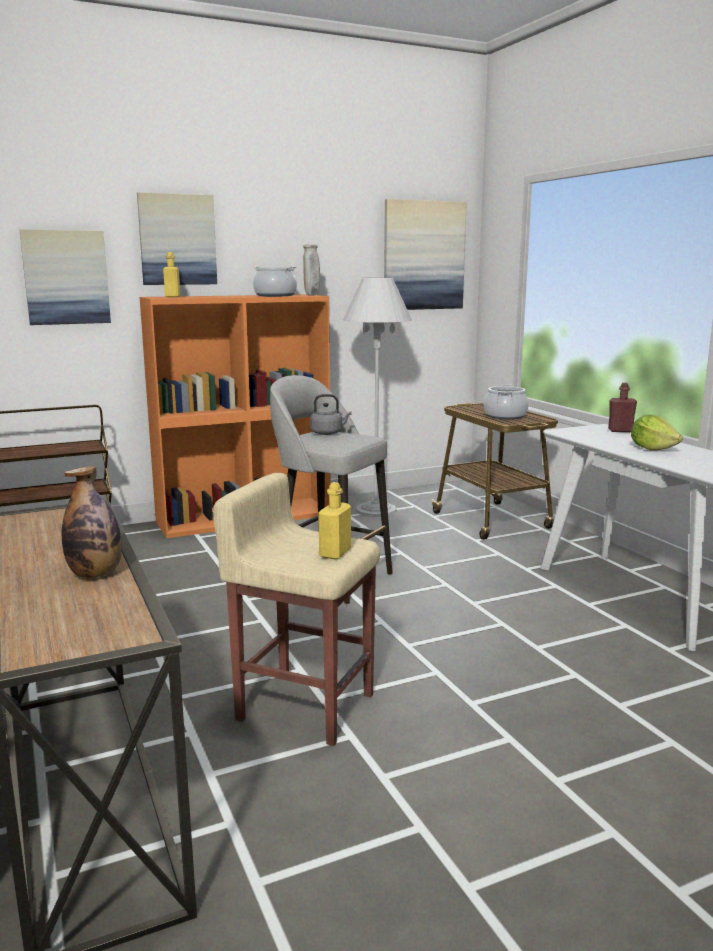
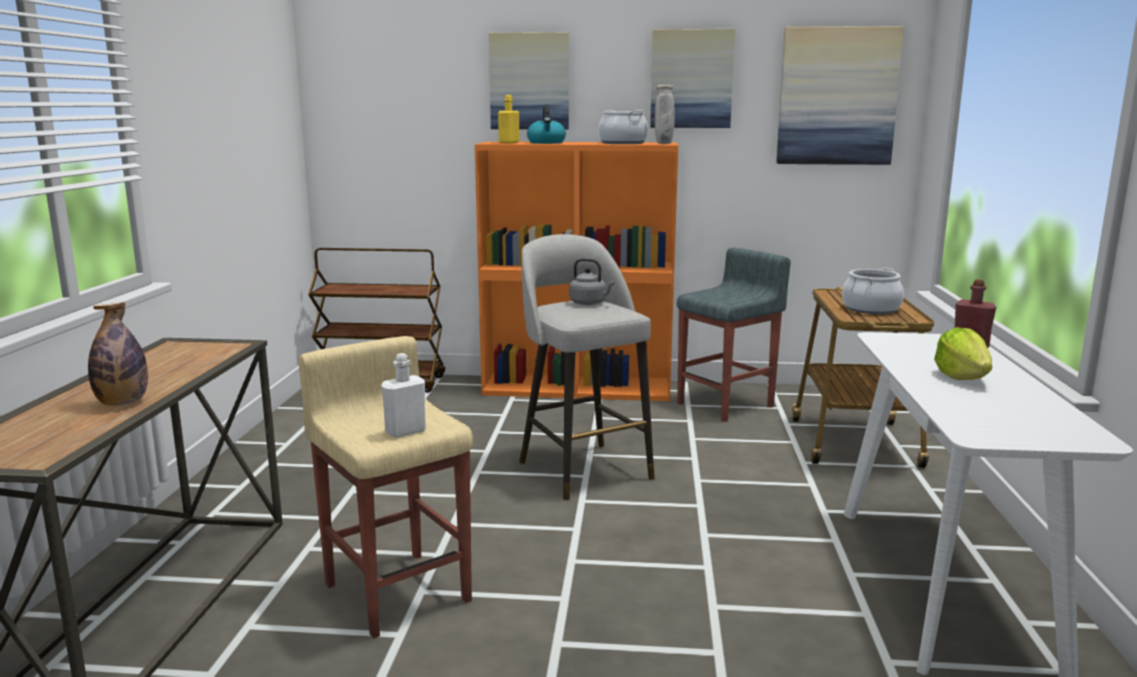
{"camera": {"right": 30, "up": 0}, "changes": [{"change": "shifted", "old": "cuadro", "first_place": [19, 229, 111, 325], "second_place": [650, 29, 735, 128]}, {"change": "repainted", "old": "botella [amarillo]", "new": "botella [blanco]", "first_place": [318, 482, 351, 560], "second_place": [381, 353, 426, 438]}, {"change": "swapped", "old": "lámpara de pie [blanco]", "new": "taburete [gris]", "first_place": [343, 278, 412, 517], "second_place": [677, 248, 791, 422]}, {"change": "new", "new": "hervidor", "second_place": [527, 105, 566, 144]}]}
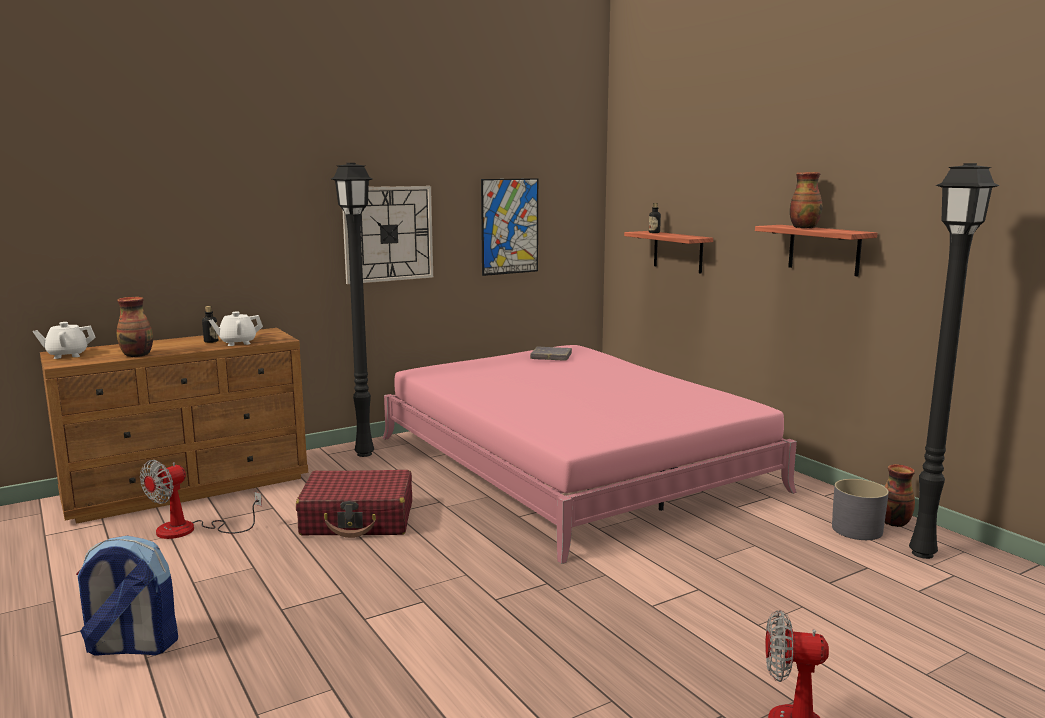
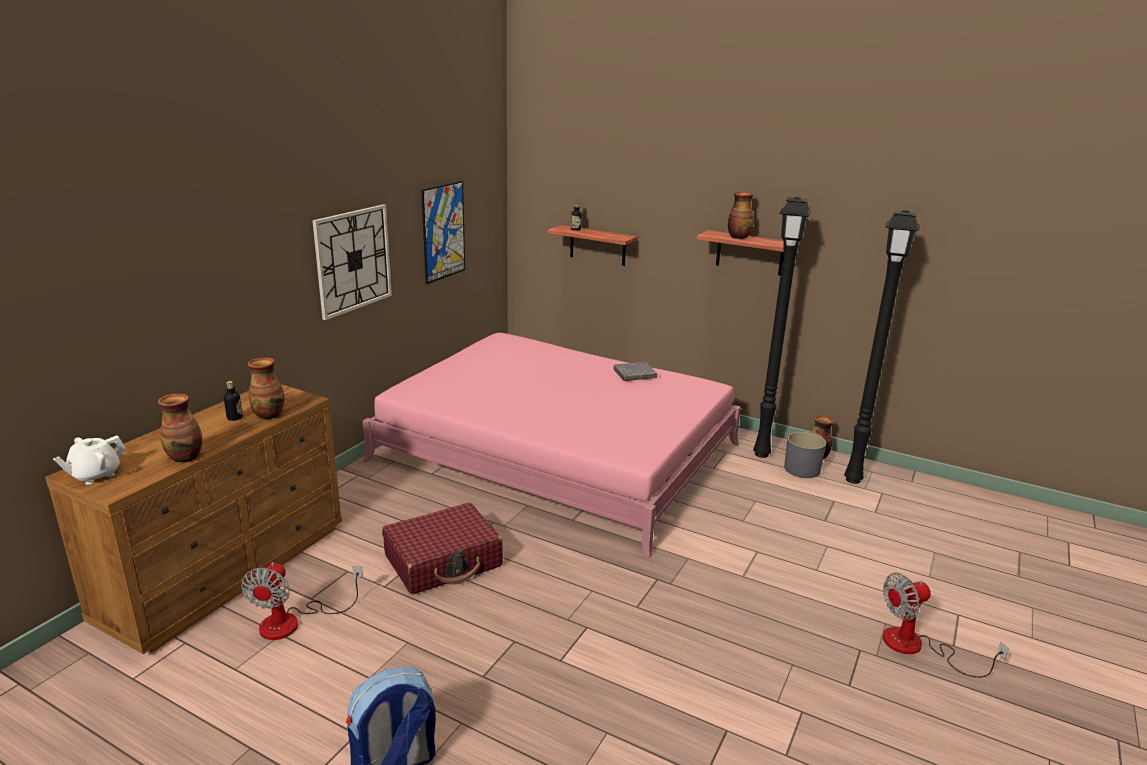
{"camera": {"right": -30, "up": 10}, "changes": [{"change": "swapped", "old": "tetera [blanco]", "new": "florero", "first_place": [209, 312, 263, 346], "second_place": [248, 358, 284, 419]}, {"change": "shifted", "old": "lámpara de pie [negro]", "first_place": [331, 163, 374, 457], "second_place": [753, 196, 811, 458]}, {"change": "shifted", "old": "libro [gris]", "first_place": [530, 347, 572, 361], "second_place": [613, 362, 657, 381]}]}
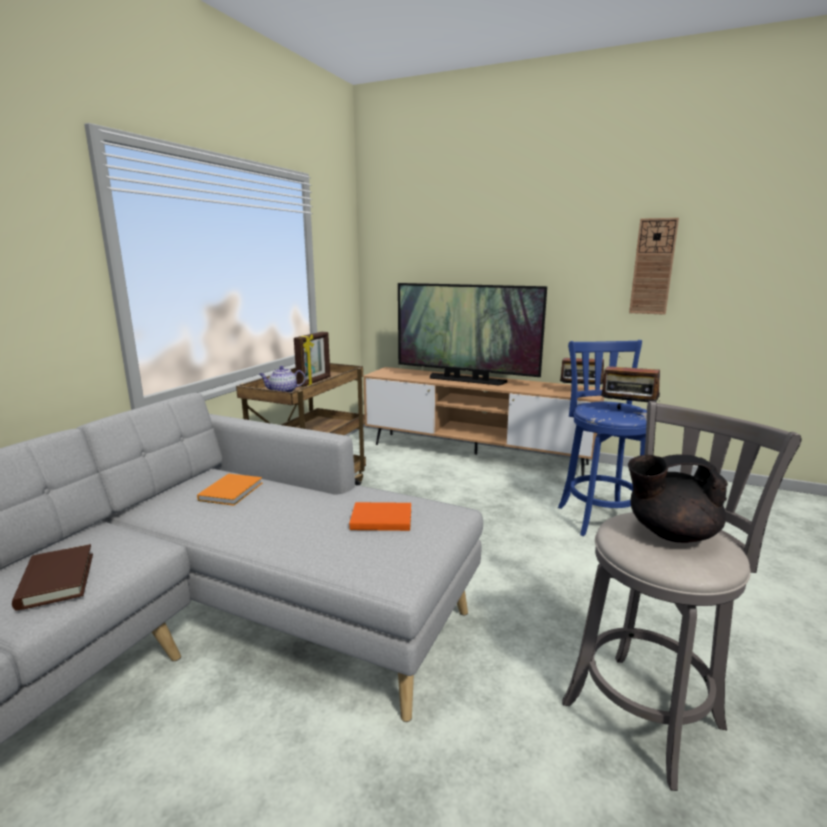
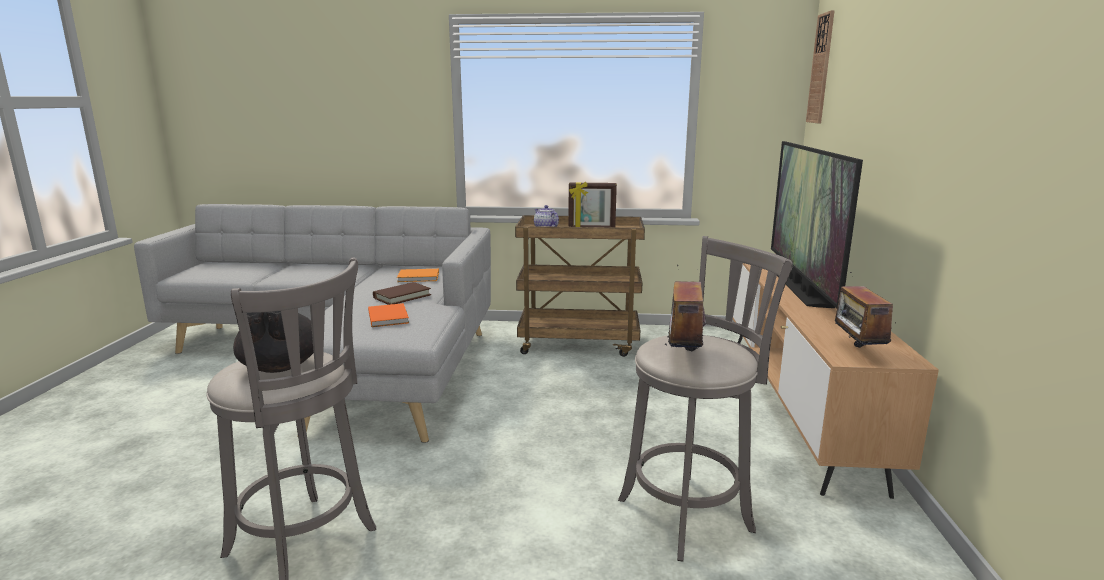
{"camera": {"right": 70, "up": 0}, "changes": [{"change": "shifted", "old": "libro [marrón]", "first_place": [12, 544, 93, 611], "second_place": [373, 282, 431, 305]}, {"change": "repainted", "old": "taburete [azul]", "new": "taburete [gris]", "first_place": [558, 340, 647, 536], "second_place": [618, 236, 793, 562]}, {"change": "shifted", "old": "reloj de pared", "first_place": [629, 218, 679, 315], "second_place": [806, 10, 835, 123]}]}
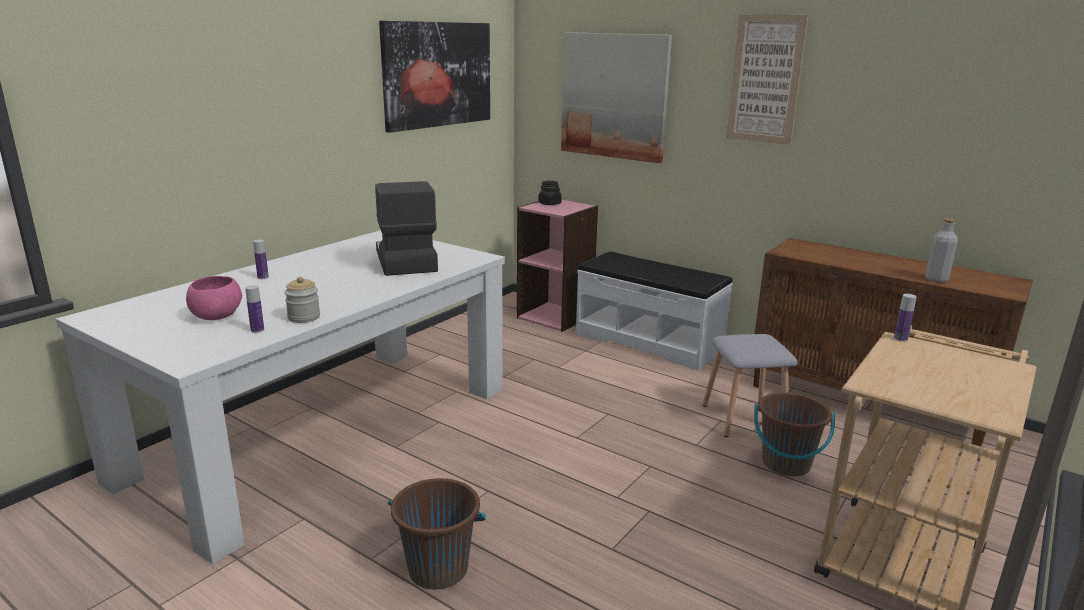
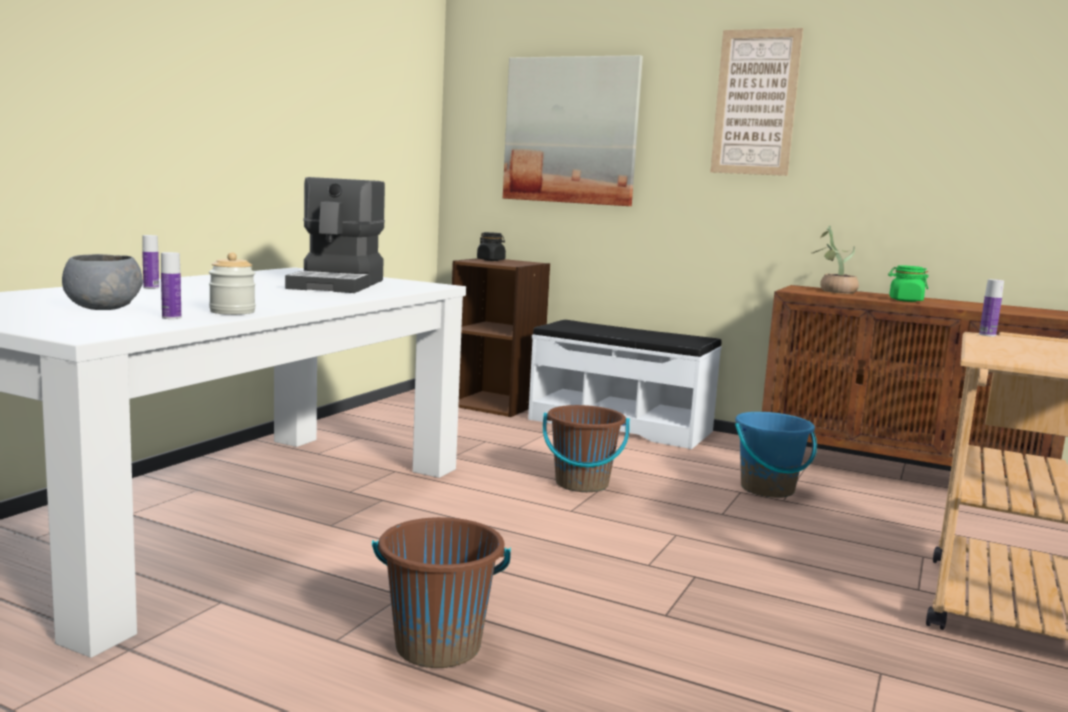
{"camera": {"right": -10, "up": -10}, "changes": [{"change": "repainted", "old": "cuenco [rosa]", "new": "cuenco [gris]", "first_place": [186, 276, 242, 320], "second_place": [62, 254, 143, 310]}, {"change": "rotated", "old": "cafetera", "first_place": [375, 181, 438, 276], "second_place": [285, 177, 385, 293], "degrees": -150}, {"change": "gone", "old": "cuadro", "first_place": [379, 21, 490, 133]}, {"change": "repainted", "old": "estantería [rosa]", "new": "estantería [marrón]", "first_place": [517, 200, 598, 332], "second_place": [452, 258, 550, 417]}, {"change": "swapped", "old": "taburete [gris]", "new": "cubo [azul]", "first_place": [702, 334, 798, 437], "second_place": [735, 412, 817, 498]}, {"change": "shifted", "old": "cubo [marrón]", "first_place": [754, 392, 835, 476], "second_place": [543, 405, 630, 492]}, {"change": "gone", "old": "botella [gris]", "first_place": [925, 219, 958, 283]}, {"change": "new", "new": "planta en maceta", "second_place": [813, 226, 859, 294]}, {"change": "new", "new": "tarro [verde]", "second_place": [888, 265, 929, 302]}]}
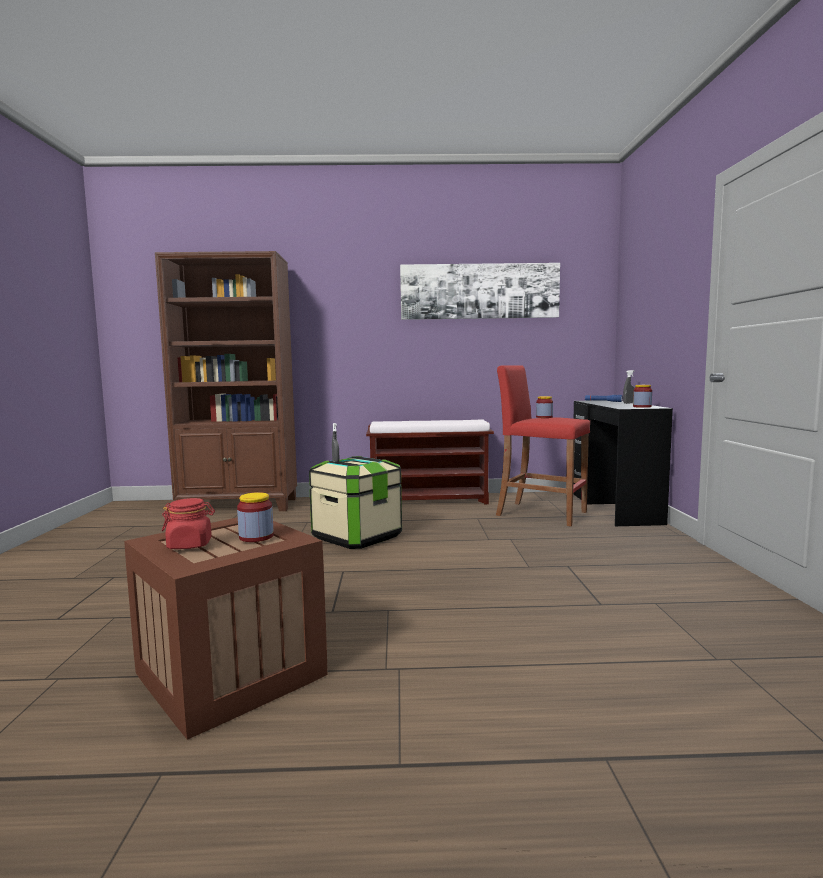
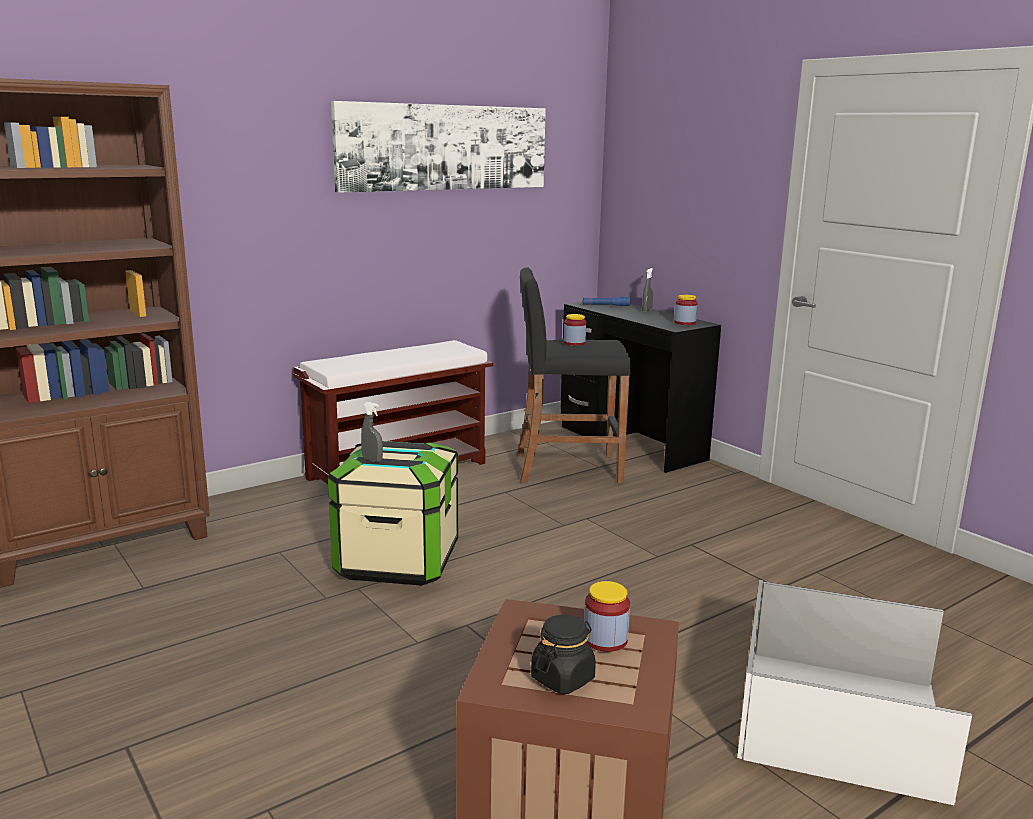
{"camera": {"right": -35, "up": 10}, "changes": [{"change": "repainted", "old": "tarro [rojo]", "new": "tarro [negro]", "first_place": [162, 498, 215, 549], "second_place": [531, 615, 596, 694]}, {"change": "repainted", "old": "taburete [rojo]", "new": "taburete [negro]", "first_place": [496, 365, 590, 526], "second_place": [517, 267, 632, 483]}, {"change": "new", "new": "caja de almacenaje [blanco]", "second_place": [737, 580, 972, 805]}]}
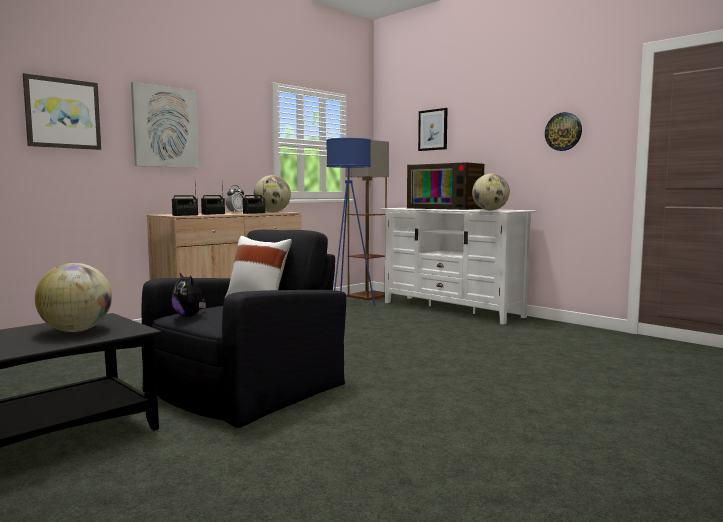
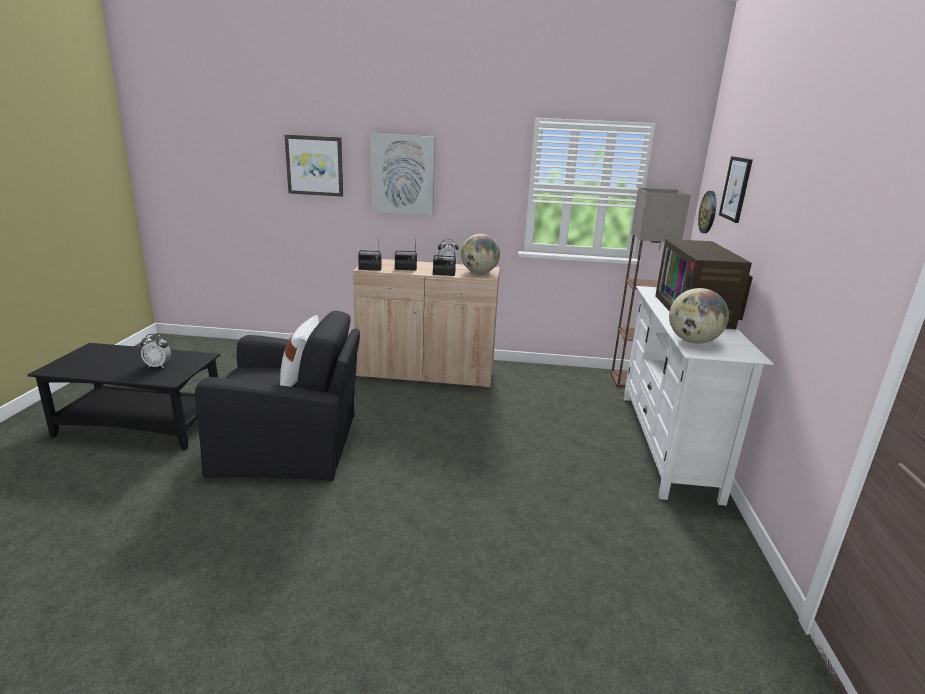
{"camera": {"right": 50, "up": 15}, "changes": [{"change": "swapped", "old": "globo terráqueo", "new": "despertador", "first_place": [35, 263, 112, 332], "second_place": [140, 334, 171, 368]}, {"change": "gone", "old": "peluche", "first_place": [172, 273, 206, 317]}, {"change": "gone", "old": "lámpara de pie [azul]", "first_place": [326, 138, 375, 306]}, {"change": "shifted", "old": "reloj de pared", "first_place": [545, 112, 582, 151], "second_place": [698, 191, 716, 233]}]}
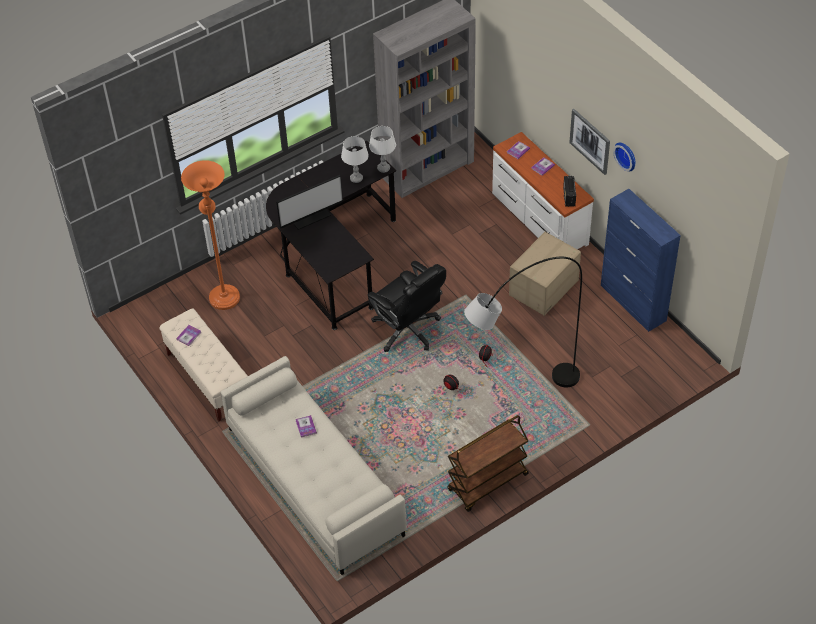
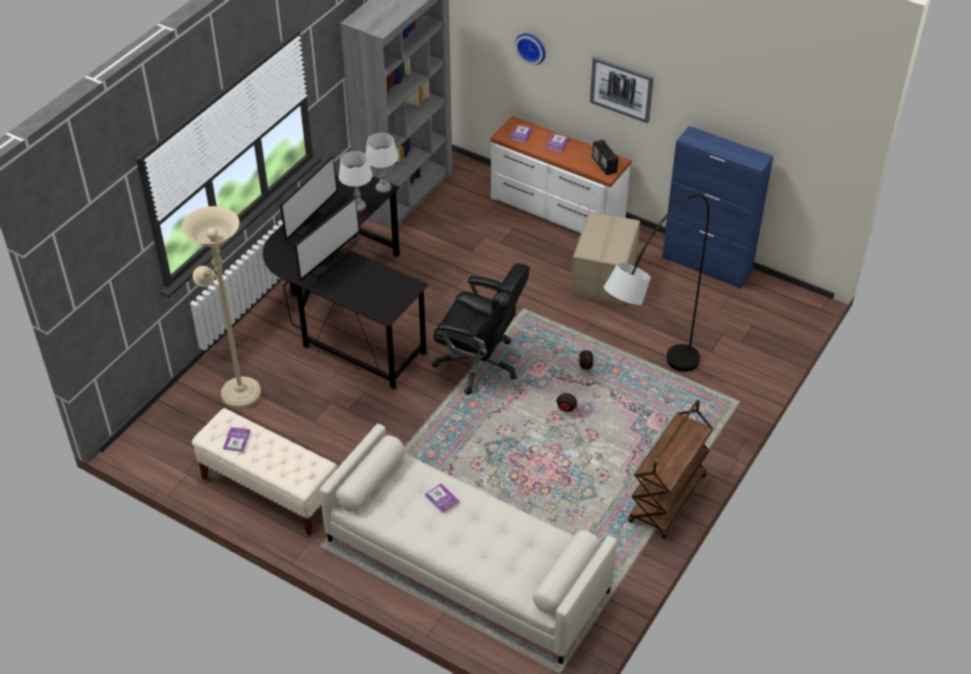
{"camera": {"right": -25, "up": -5}, "changes": [{"change": "repainted", "old": "lámpara de pie [naranja]", "new": "lámpara de pie [beis]", "first_place": [181, 160, 240, 310], "second_place": [182, 206, 261, 408]}, {"change": "shifted", "old": "reloj de pared", "first_place": [613, 143, 635, 171], "second_place": [515, 33, 546, 65]}, {"change": "new", "new": "monitor", "second_place": [280, 156, 337, 241]}]}
